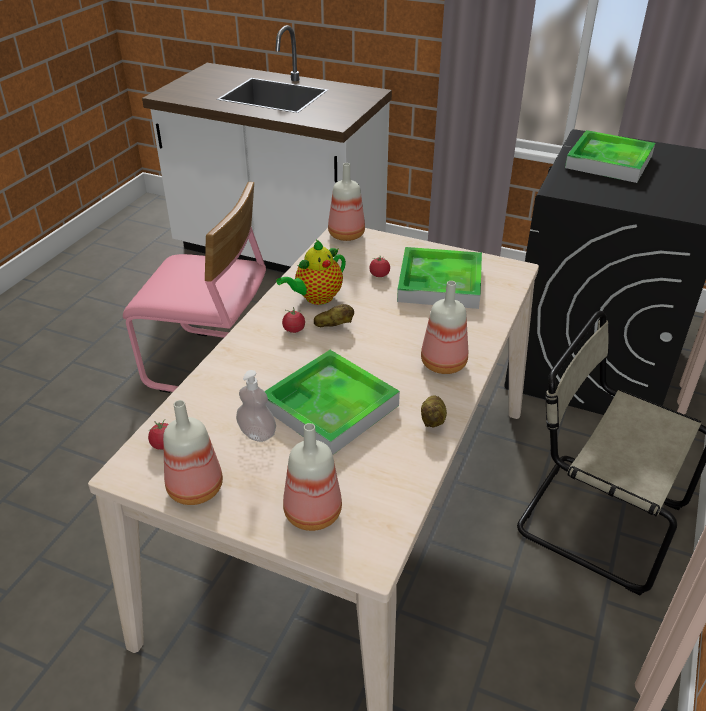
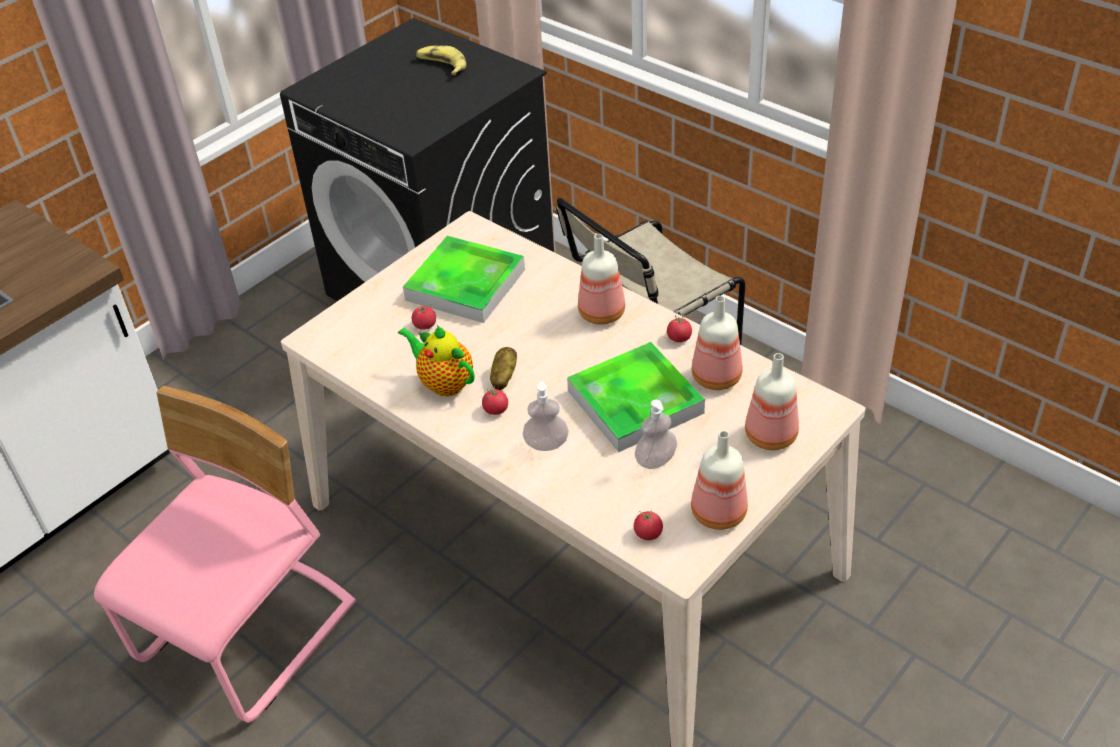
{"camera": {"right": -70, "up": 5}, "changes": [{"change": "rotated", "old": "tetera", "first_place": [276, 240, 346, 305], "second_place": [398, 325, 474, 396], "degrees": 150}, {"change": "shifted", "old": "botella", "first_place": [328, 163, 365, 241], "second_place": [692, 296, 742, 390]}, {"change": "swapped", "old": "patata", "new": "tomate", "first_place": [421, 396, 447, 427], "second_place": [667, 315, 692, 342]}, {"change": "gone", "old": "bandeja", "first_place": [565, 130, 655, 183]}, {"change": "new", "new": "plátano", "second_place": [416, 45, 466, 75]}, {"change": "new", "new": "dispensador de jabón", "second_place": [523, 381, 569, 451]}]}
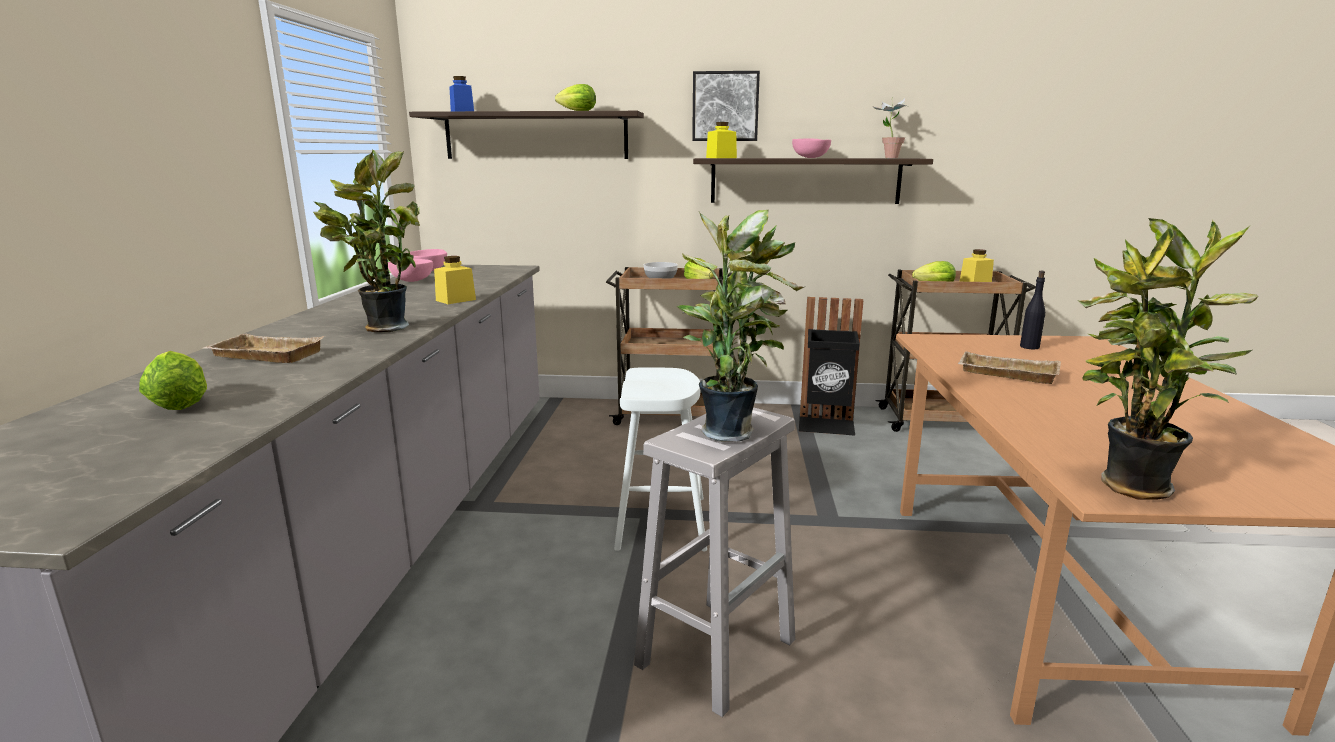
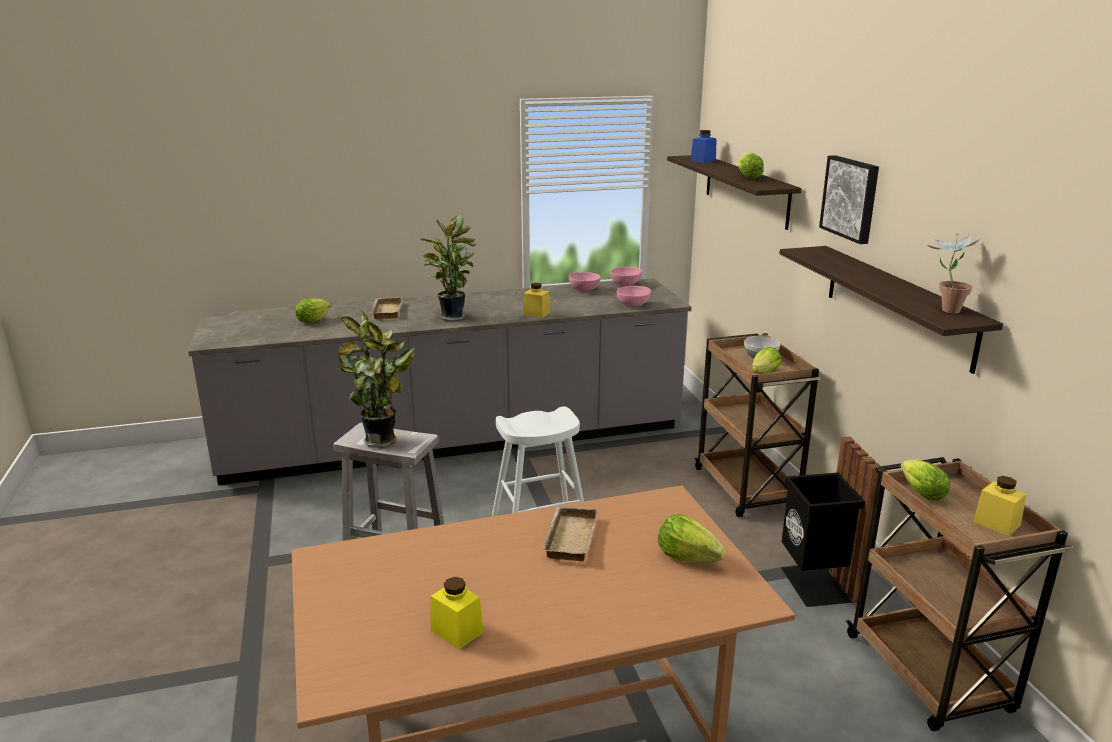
{"camera": {"right": 70, "up": 5}, "changes": [{"change": "shifted", "old": "tarro [amarillo]", "first_place": [706, 122, 737, 158], "second_place": [431, 577, 484, 650]}, {"change": "shifted", "old": "cuenco [rosa]", "first_place": [792, 138, 831, 158], "second_place": [617, 286, 651, 307]}, {"change": "swapped", "old": "botella [negro]", "new": "lechuga", "first_place": [1020, 271, 1045, 349], "second_place": [658, 514, 726, 563]}, {"change": "gone", "old": "planta en maceta", "first_place": [1078, 218, 1258, 500]}]}
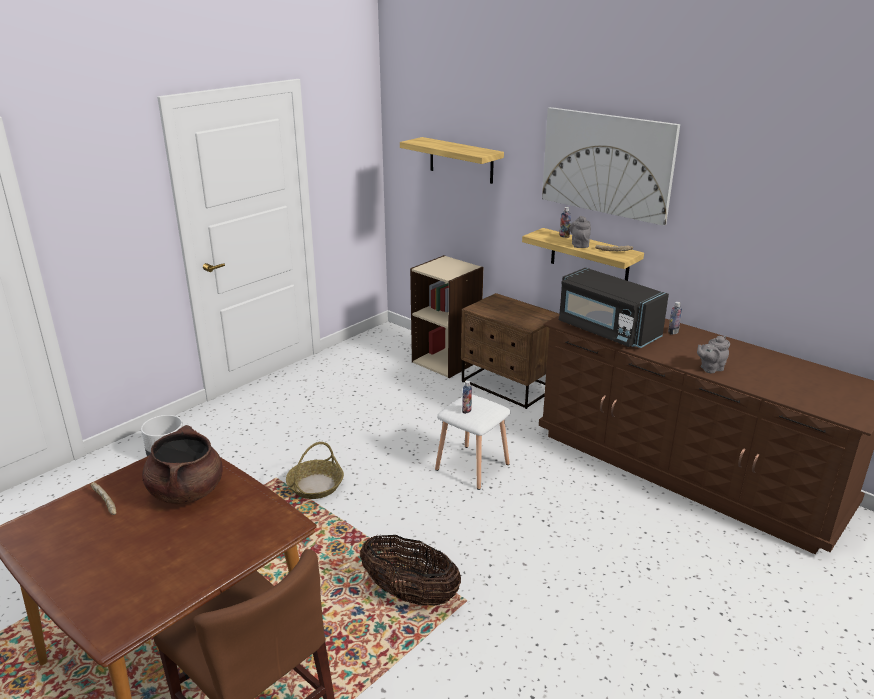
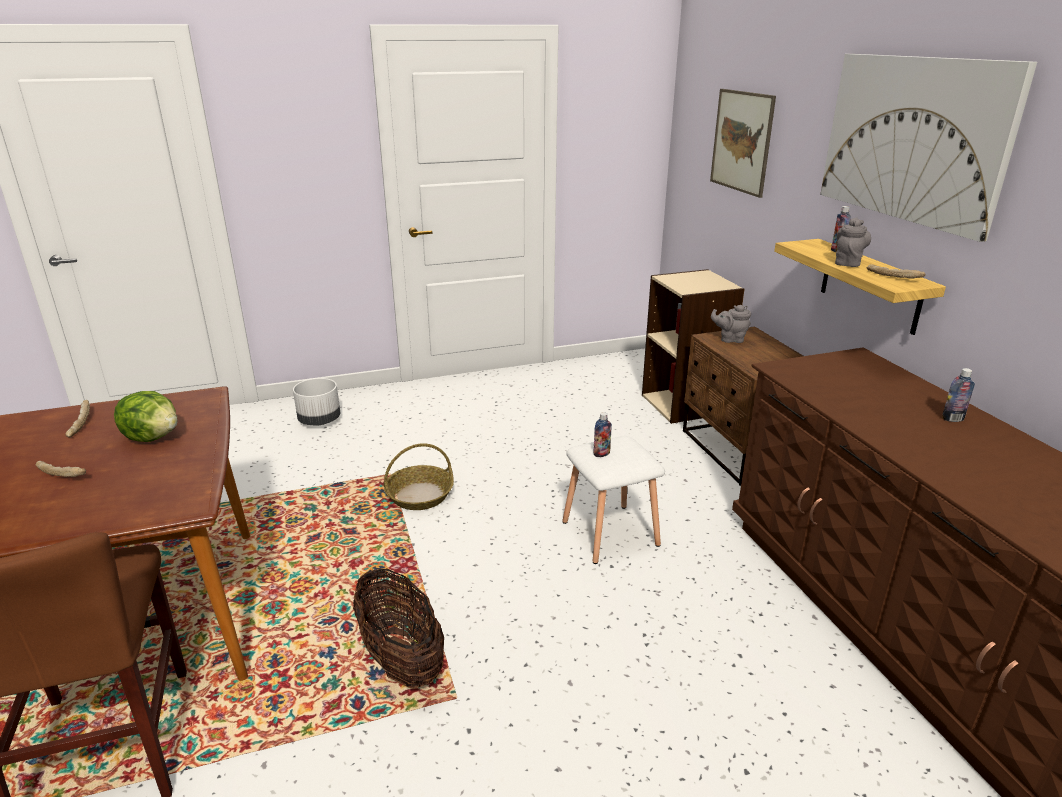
{"camera": {"right": 30, "up": 0}, "changes": [{"change": "swapped", "old": "olla [marrón]", "new": "lechuga", "first_place": [142, 425, 223, 504], "second_place": [114, 391, 178, 442]}, {"change": "swapped", "old": "estante", "new": "cuadro", "first_place": [400, 137, 504, 184], "second_place": [710, 89, 776, 198]}, {"change": "gone", "old": "microondas [negro]", "first_place": [559, 268, 669, 348]}, {"change": "shifted", "old": "tetera [gris]", "first_place": [697, 336, 730, 373], "second_place": [711, 305, 751, 343]}, {"change": "new", "new": "pan", "second_place": [36, 461, 86, 477]}]}
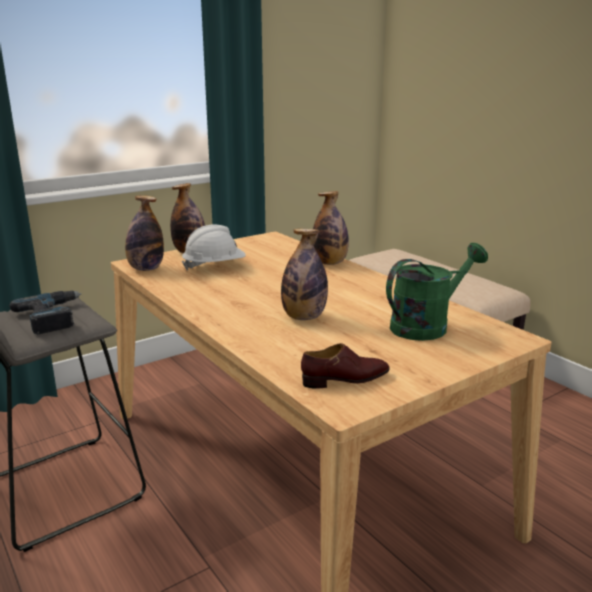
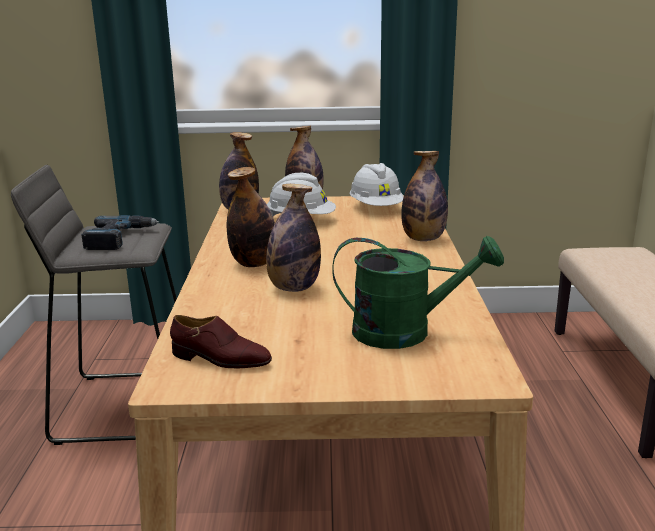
{"camera": {"right": 35, "up": 0}, "changes": [{"change": "new", "new": "botella", "second_place": [227, 167, 275, 267]}, {"change": "new", "new": "casco [blanco]", "second_place": [350, 163, 403, 206]}]}
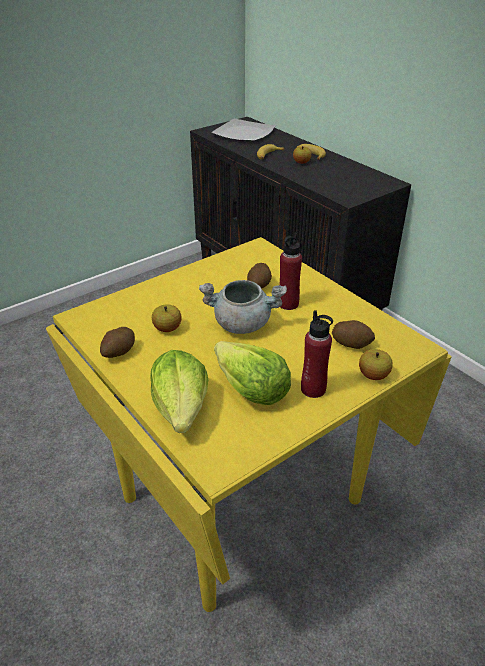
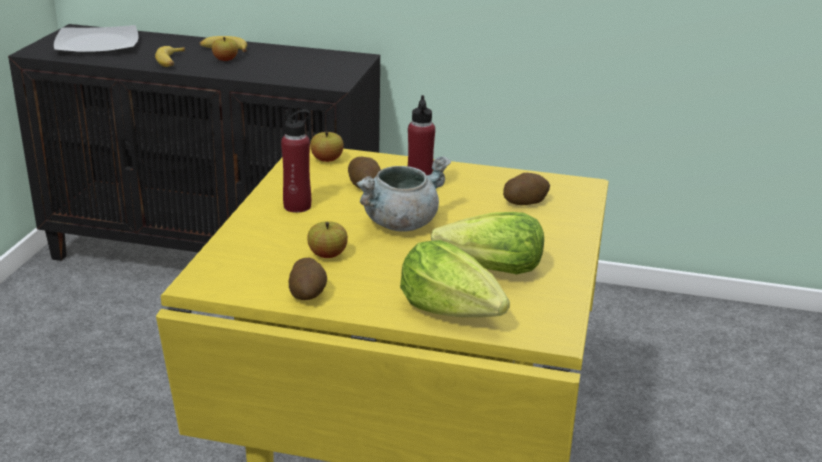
{"camera": {"right": -40, "up": -10}, "changes": [{"change": "shifted", "old": "botella [rojo]", "first_place": [301, 310, 333, 398], "second_place": [281, 109, 311, 213]}, {"change": "shifted", "old": "manzana", "first_place": [359, 349, 393, 380], "second_place": [310, 132, 344, 162]}]}
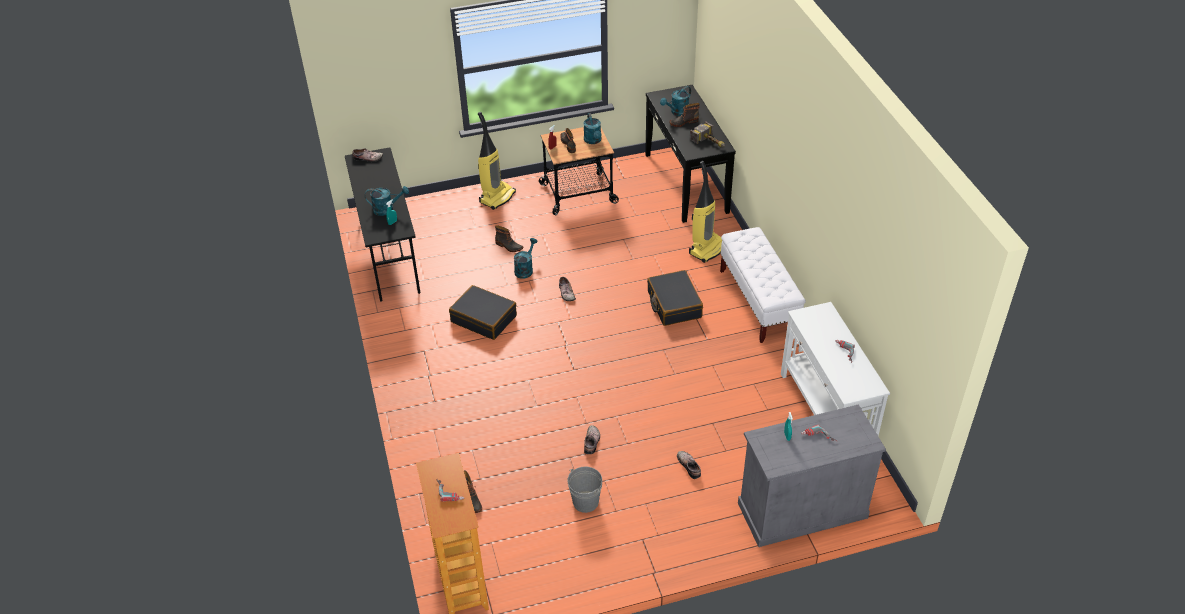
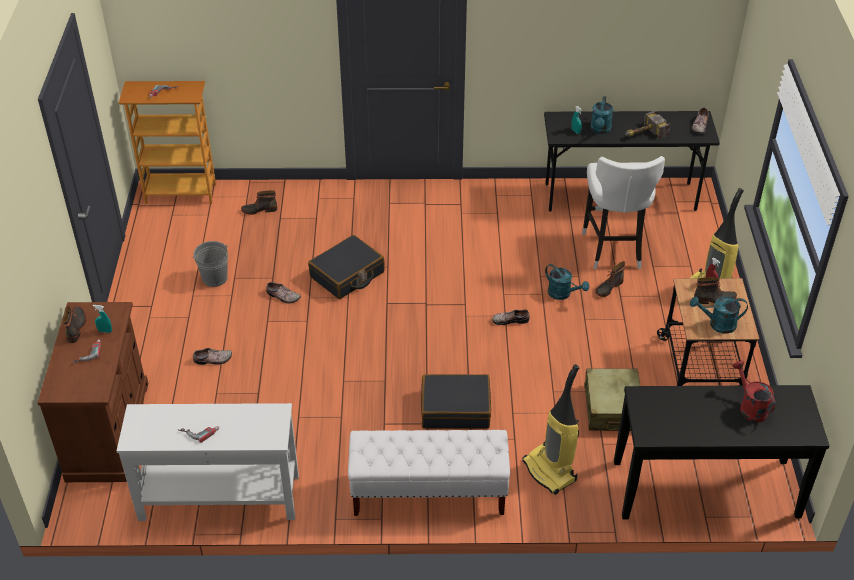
{"camera": {"right": 105, "up": 0}, "changes": [{"change": "shifted", "old": "maleta [negro]", "first_place": [449, 285, 517, 340], "second_place": [308, 235, 385, 299]}, {"change": "repainted", "old": "regadera [turquesa]", "new": "regadera [rojo]", "first_place": [660, 86, 691, 116], "second_place": [733, 361, 776, 422]}, {"change": "shifted", "old": "bota", "first_place": [669, 103, 699, 127], "second_place": [63, 306, 86, 343]}, {"change": "shifted", "old": "martillo", "first_place": [690, 121, 725, 147], "second_place": [625, 111, 670, 138]}, {"change": "repainted", "old": "armario [gris]", "new": "armario [marrón]", "first_place": [738, 404, 886, 547], "second_place": [38, 302, 148, 482]}, {"change": "new", "new": "taburete [blanco]", "second_place": [582, 156, 665, 269]}, {"change": "new", "new": "maleta [beis]", "second_place": [584, 368, 640, 431]}]}
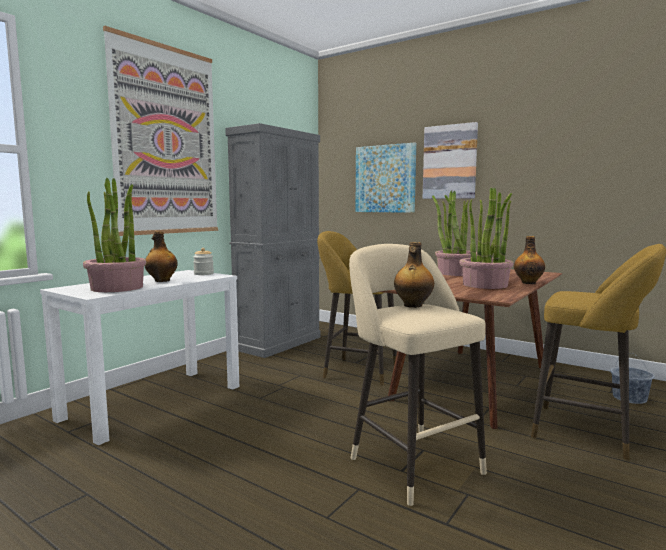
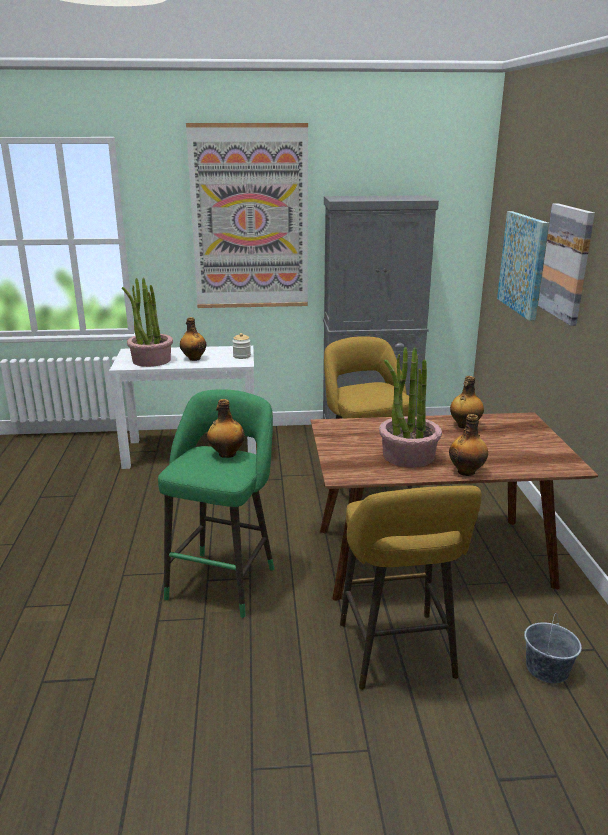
{"camera": {"right": 50, "up": 15}, "changes": [{"change": "repainted", "old": "taburete [beis]", "new": "taburete [verde]", "first_place": [349, 244, 487, 506], "second_place": [158, 389, 274, 618]}, {"change": "swapped", "old": "planta en maceta", "new": "botella", "first_place": [432, 190, 477, 276], "second_place": [450, 376, 484, 429]}]}
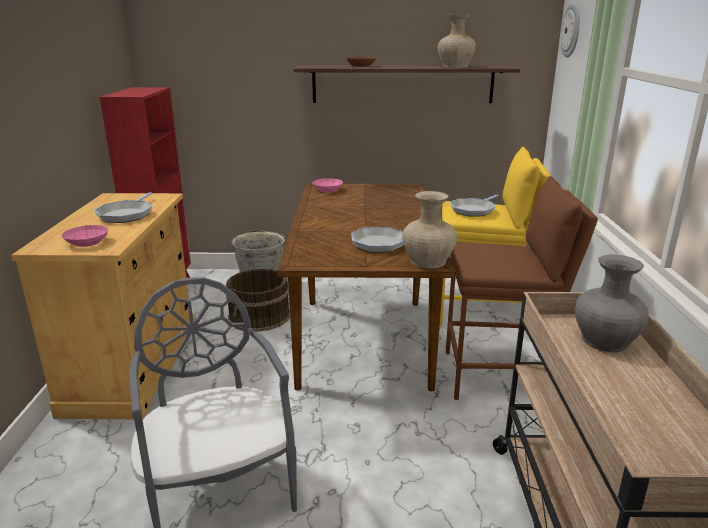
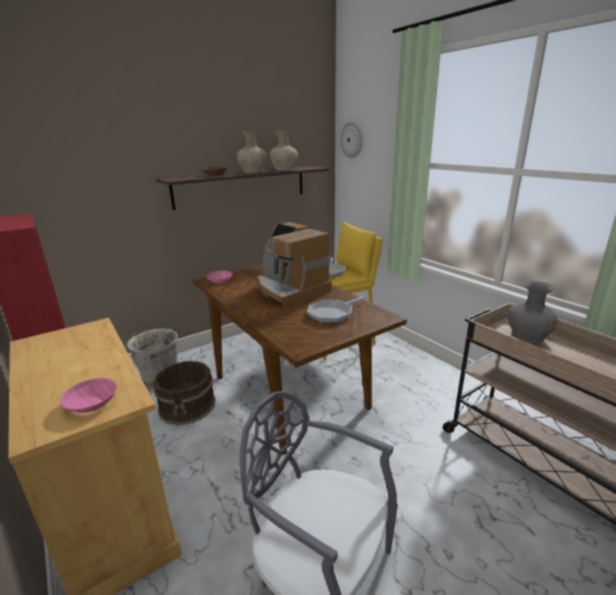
{"camera": {"right": -35, "up": 0}, "changes": [{"change": "gone", "old": "sartén", "first_place": [94, 192, 152, 223]}, {"change": "shifted", "old": "florero [beis]", "first_place": [402, 191, 457, 269], "second_place": [237, 131, 267, 173]}, {"change": "gone", "old": "taburete [marrón]", "first_place": [446, 176, 598, 400]}, {"change": "new", "new": "cafetera", "second_place": [257, 222, 331, 309]}]}
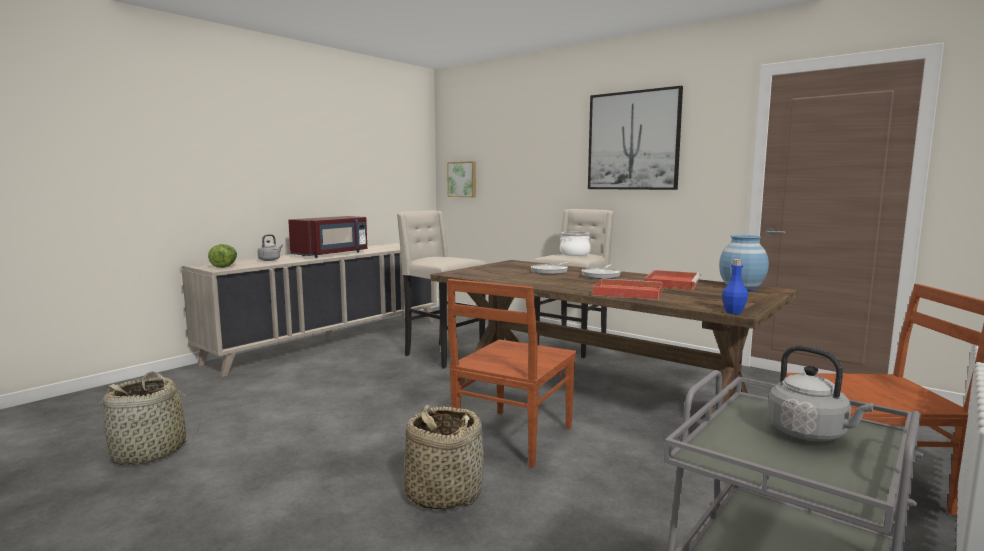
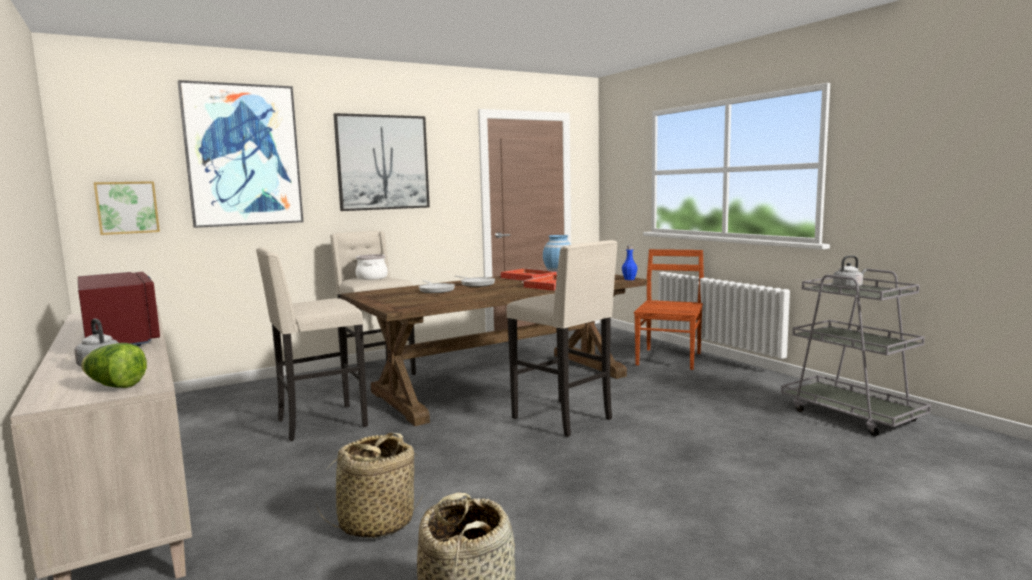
{"camera": {"right": -70, "up": 0}, "changes": [{"change": "shifted", "old": "cesta", "first_place": [404, 405, 484, 511], "second_place": [316, 433, 423, 538]}, {"change": "swapped", "old": "silla [marrón]", "new": "taburete [beis]", "first_place": [447, 279, 577, 468], "second_place": [507, 240, 618, 437]}, {"change": "new", "new": "cuadro", "second_place": [178, 80, 303, 228]}]}
